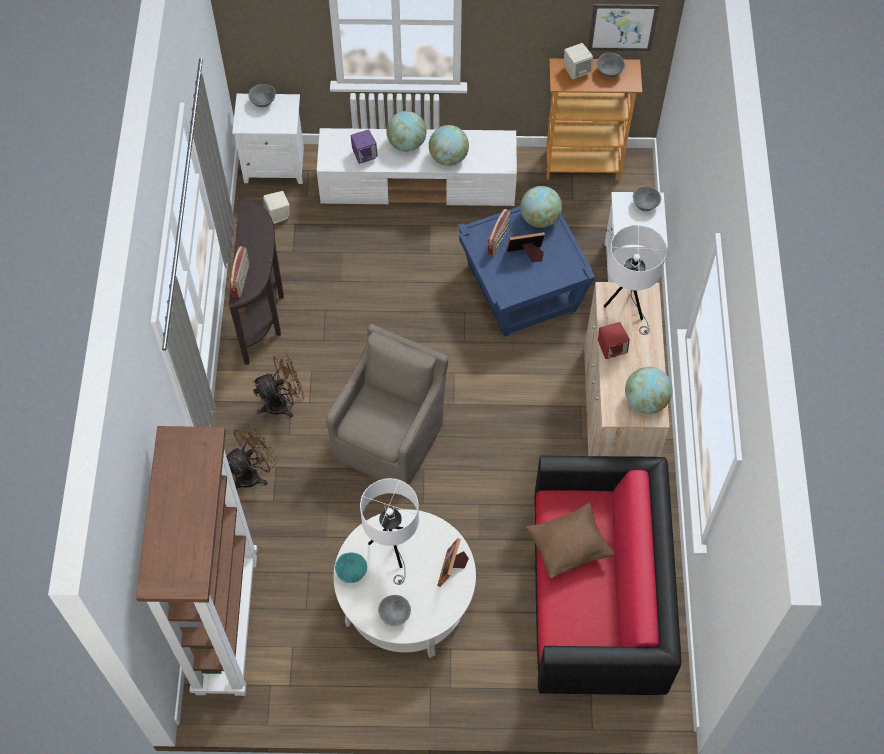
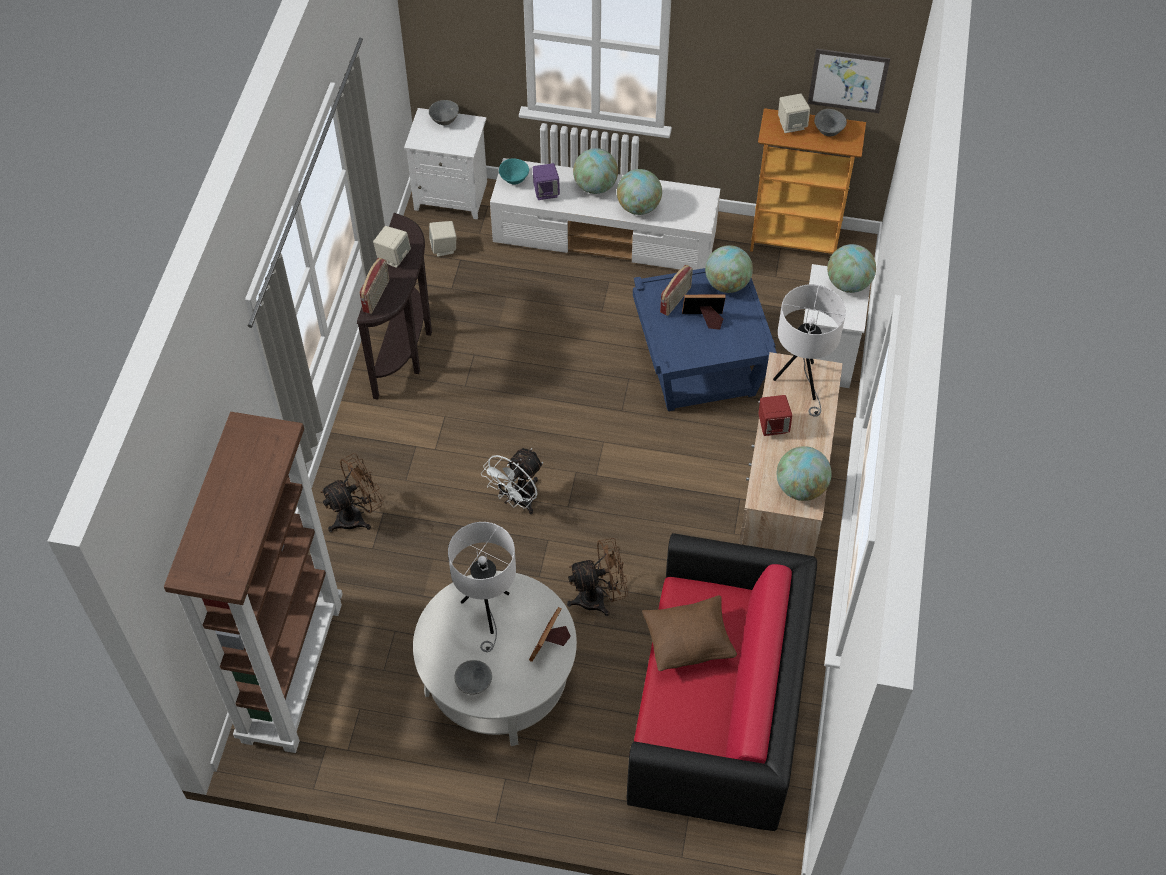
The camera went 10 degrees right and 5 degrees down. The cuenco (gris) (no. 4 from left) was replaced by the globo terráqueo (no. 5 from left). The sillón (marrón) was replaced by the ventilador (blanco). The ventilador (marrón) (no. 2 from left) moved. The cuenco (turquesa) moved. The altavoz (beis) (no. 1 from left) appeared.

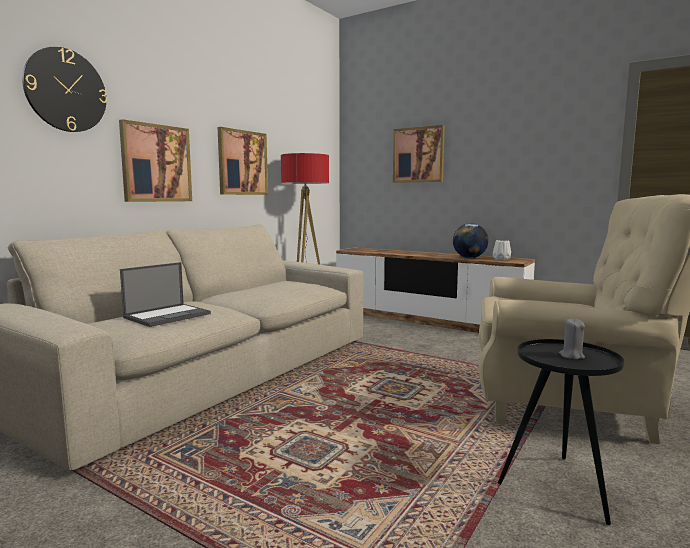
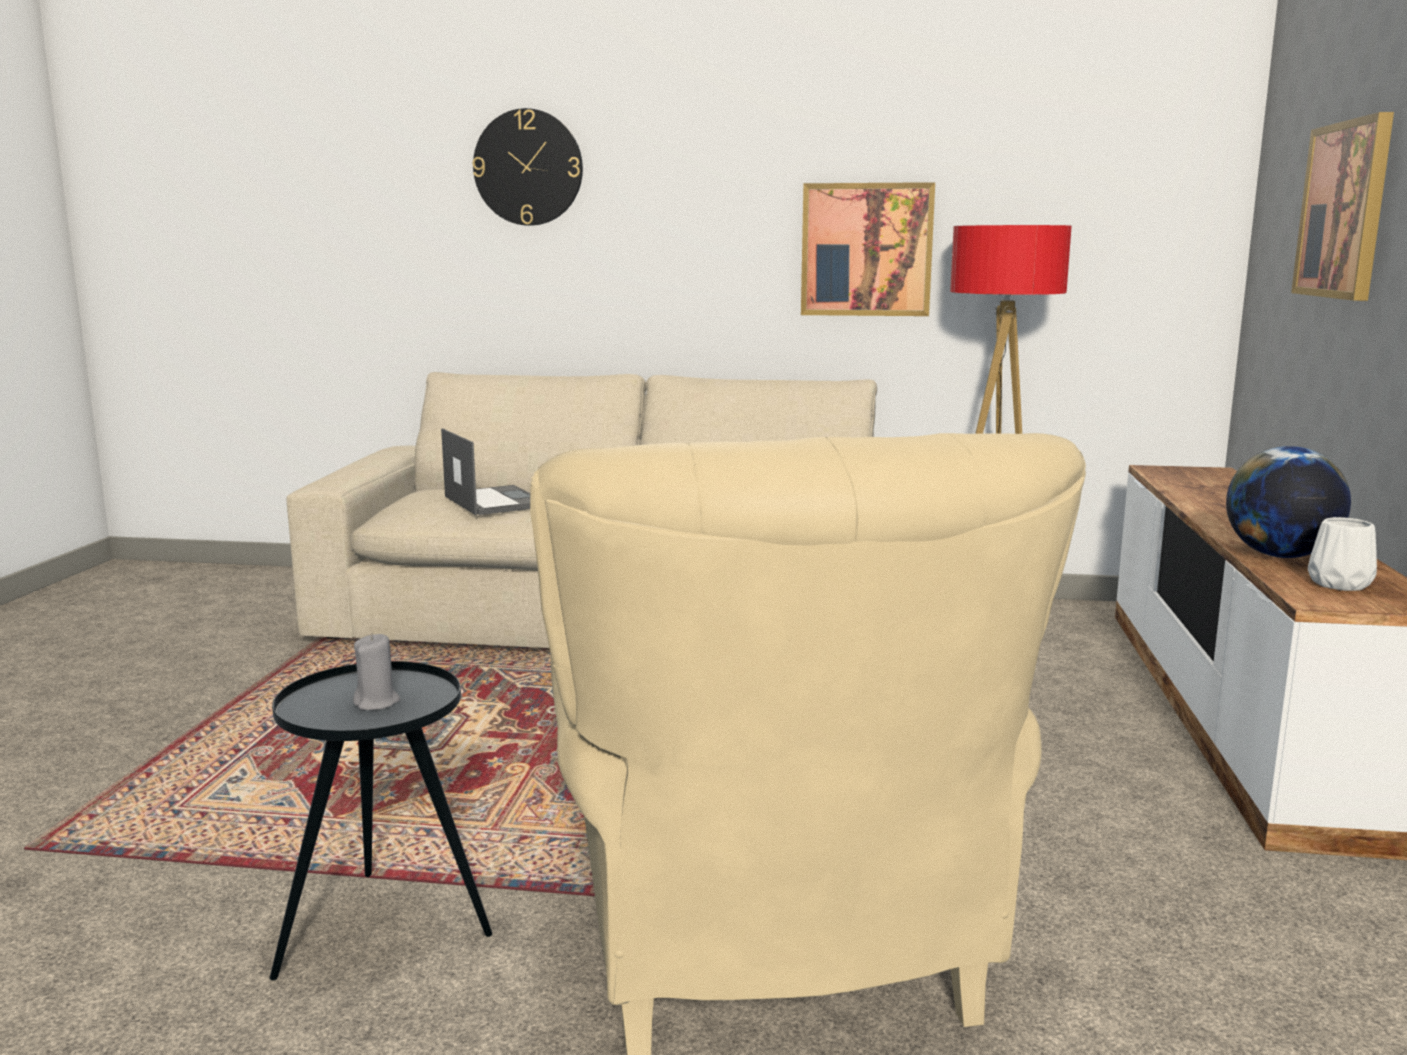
The camera went 65 degrees right and 5 degrees up. The cuadro (no. 1 from left) disappeared. The portátil turned 135 degrees counterclockwise.

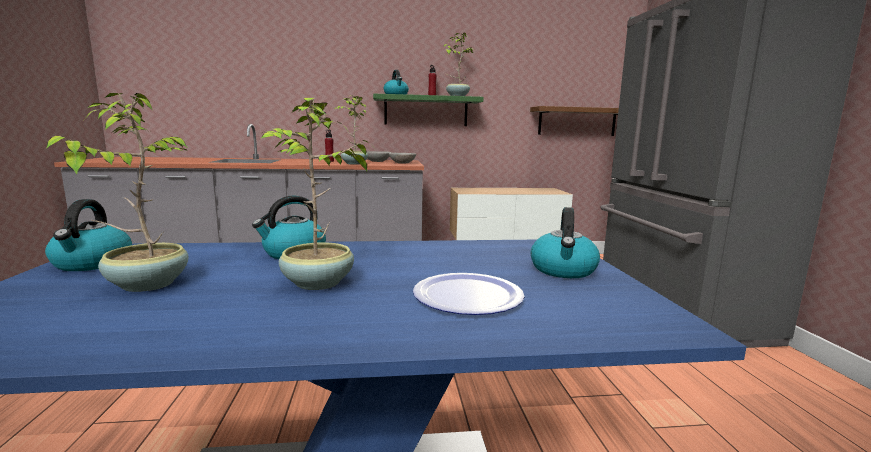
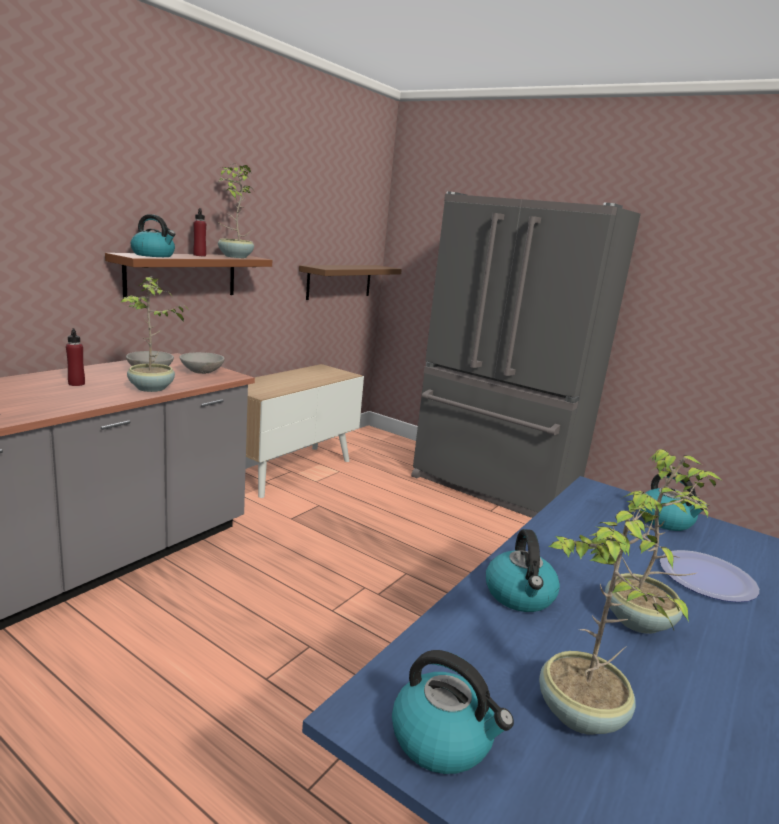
The camera went 50 degrees left and 5 degrees up. The estante (verde) became the estante (marrón) (no. 1 from left).

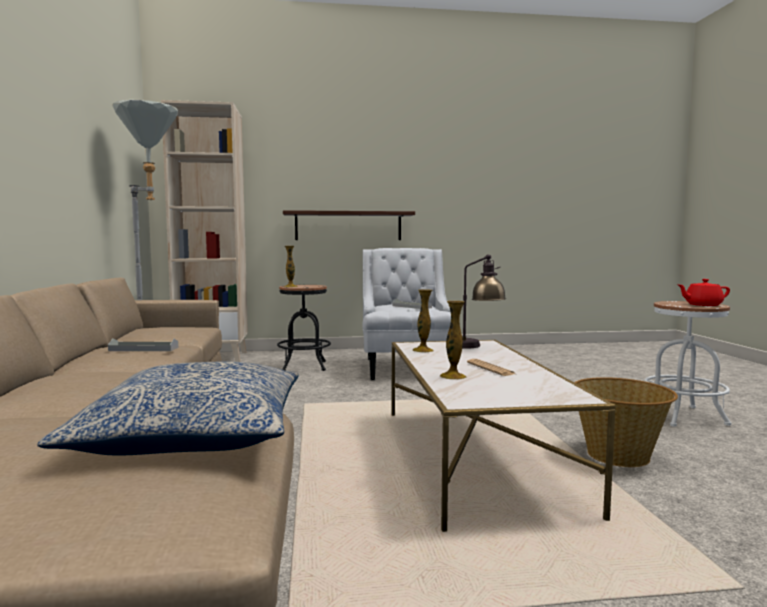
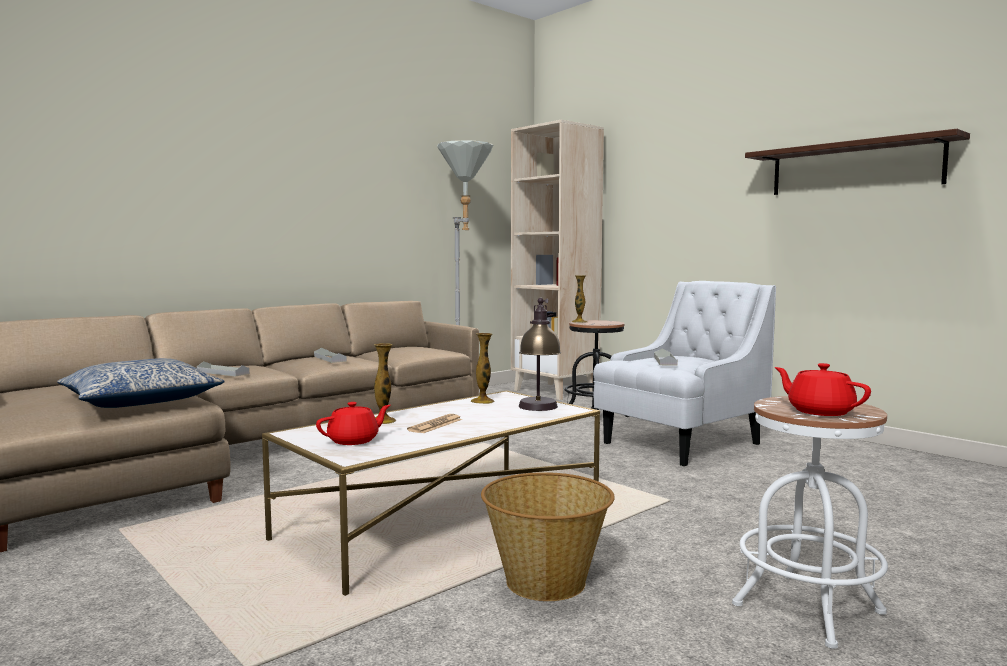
The camera went 55 degrees right and 0 degrees up. The estante moved. The bandeja (gris) (no. 1 from left) appeared. The tetera (rojo) (no. 1 from left) appeared.

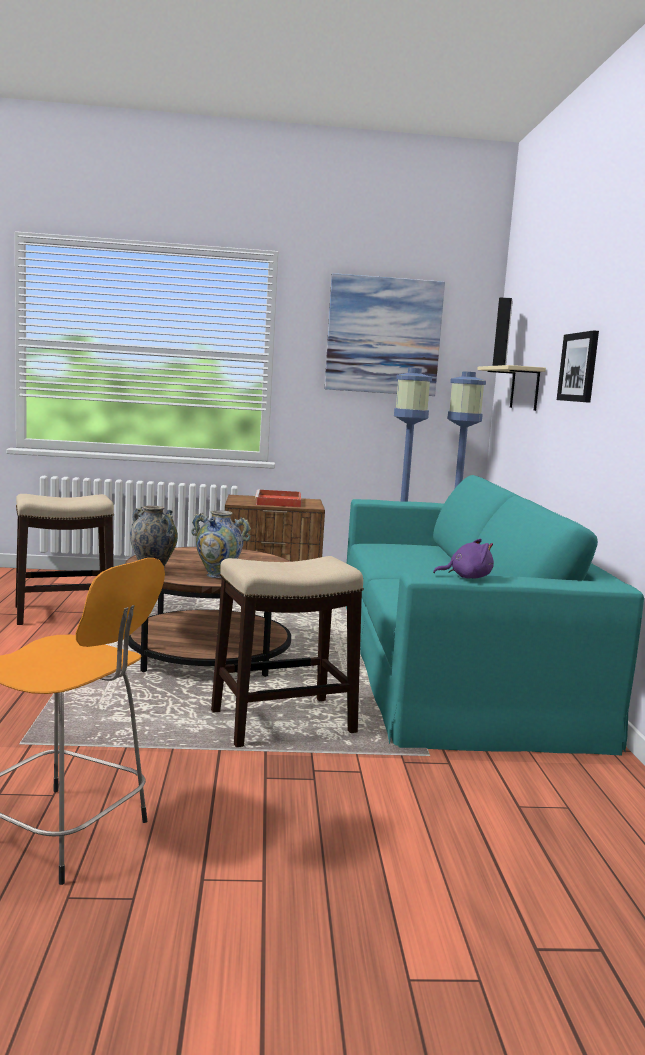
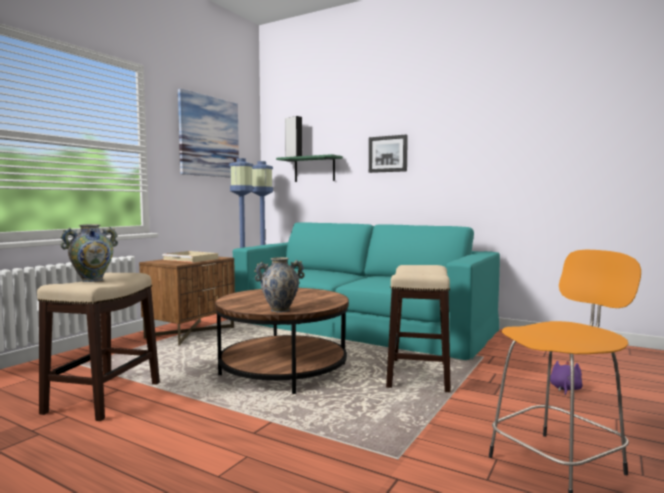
The camera went 55 degrees left and 5 degrees down. The estante (beis) became the estante (verde). The bandeja (rojo) became the bandeja (beis). The florero (no. 2 from left in the first image) moved. The peluche (morado) moved.

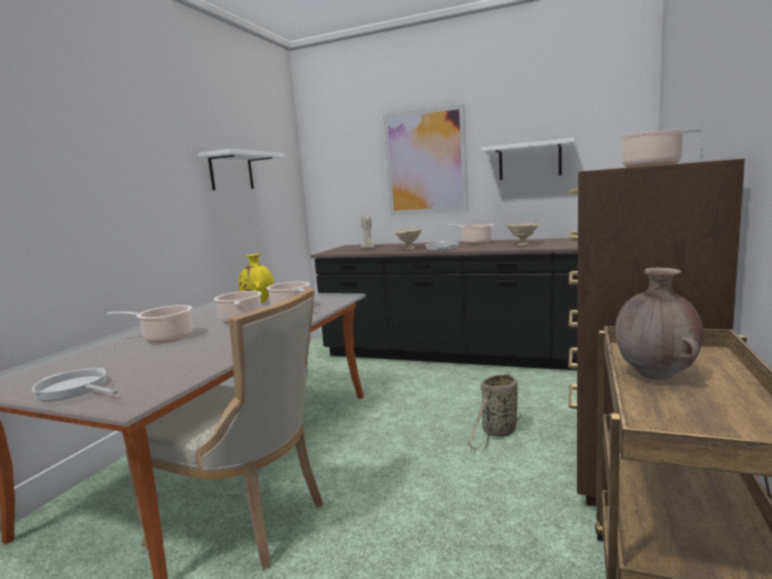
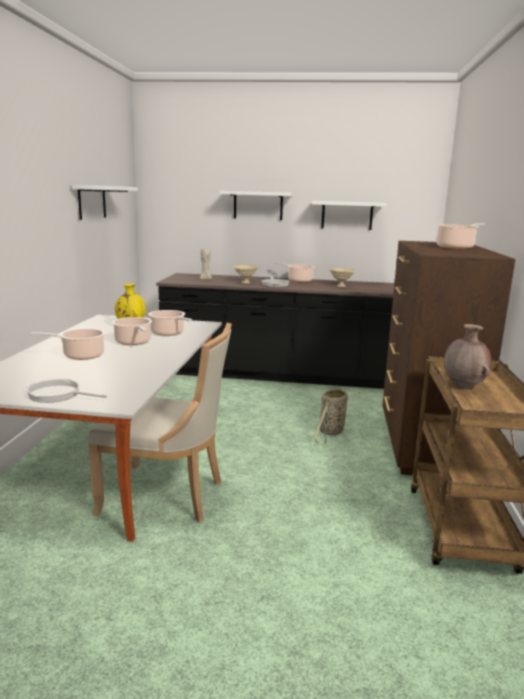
The camera went 15 degrees left and 5 degrees up. The cuadro was replaced by the estante (blanco) (no. 2 from left).

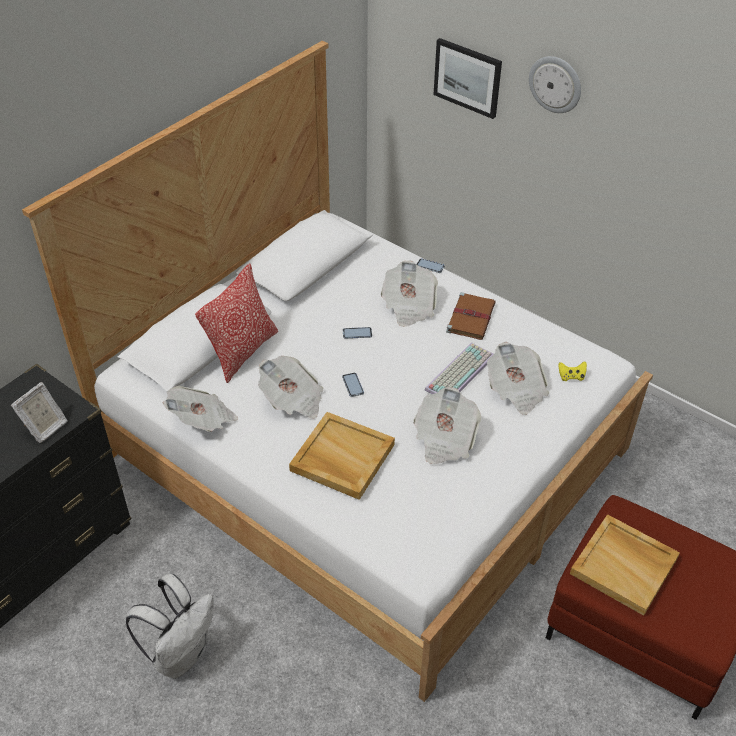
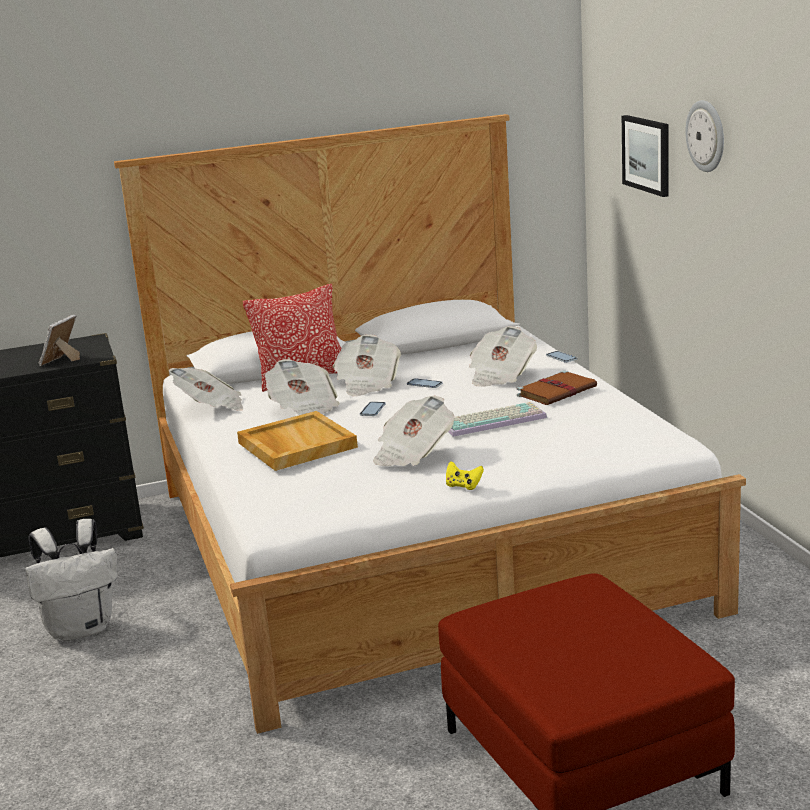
The camera went 35 degrees right and 25 degrees down. The periódico (no. 5 from left in the first image) moved. The mando de consola (amarillo) moved. The portarretratos turned 135 degrees clockwise. The bandeja (beis) (no. 2 from left) disappeared.

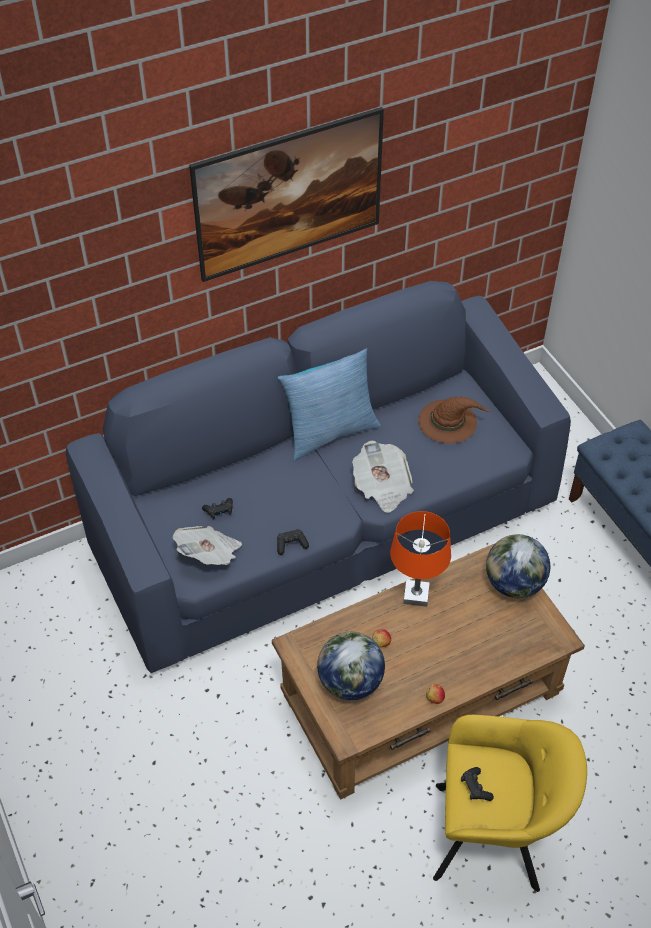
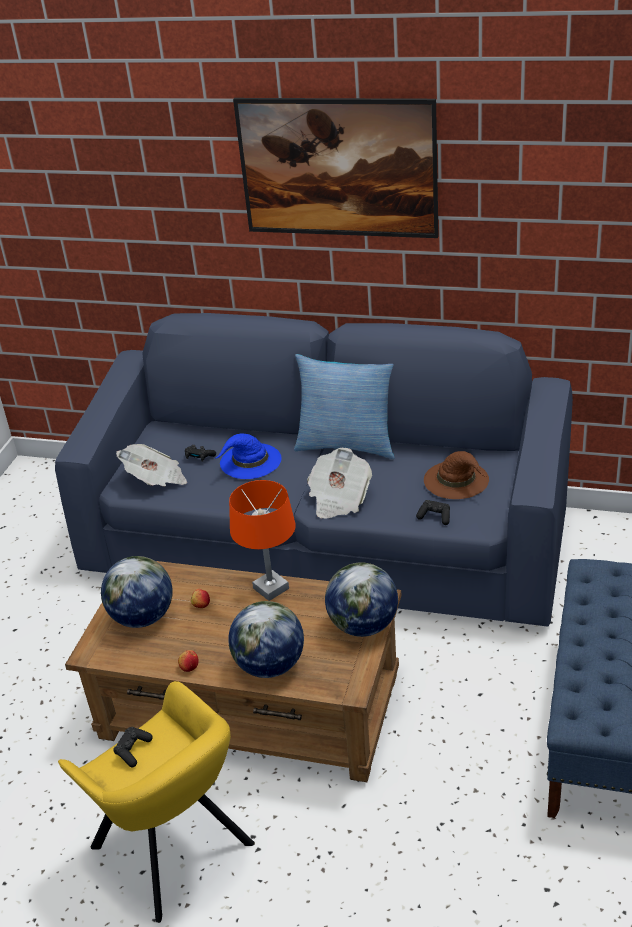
The camera went 45 degrees right and 15 degrees down. The mando de consola (negro) (no. 2 from left in the first image) moved. The sombrero (azul) appeared. The globo terráqueo (no. 2 from left) appeared.

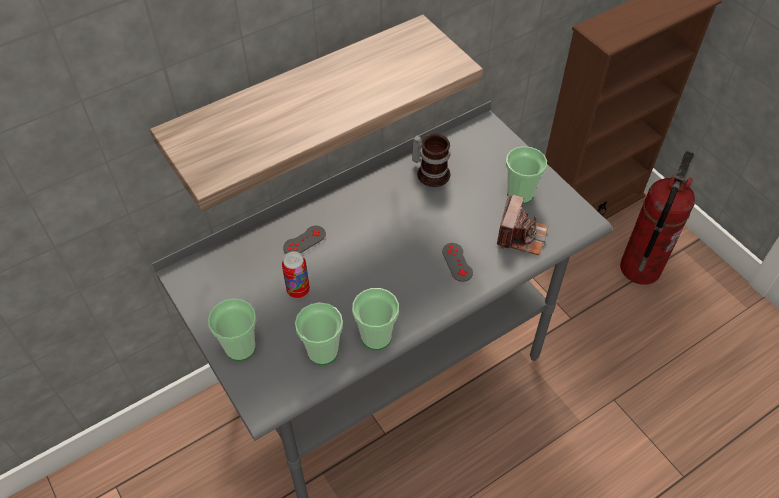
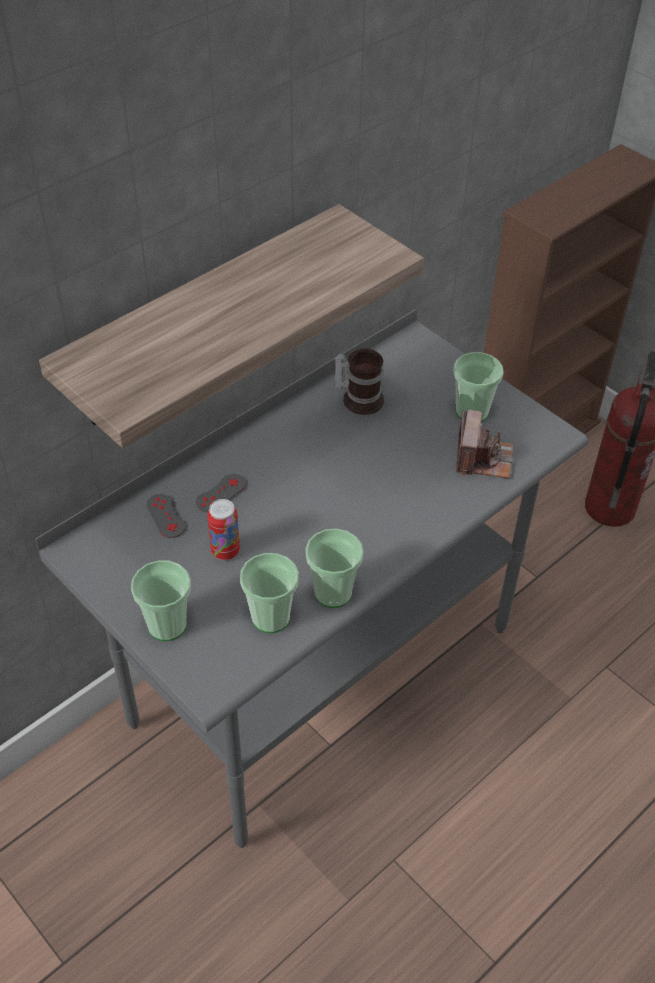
The camera went 10 degrees left and 5 degrees down. The mando de consola (gris) (no. 2 from left in the first image) moved.

